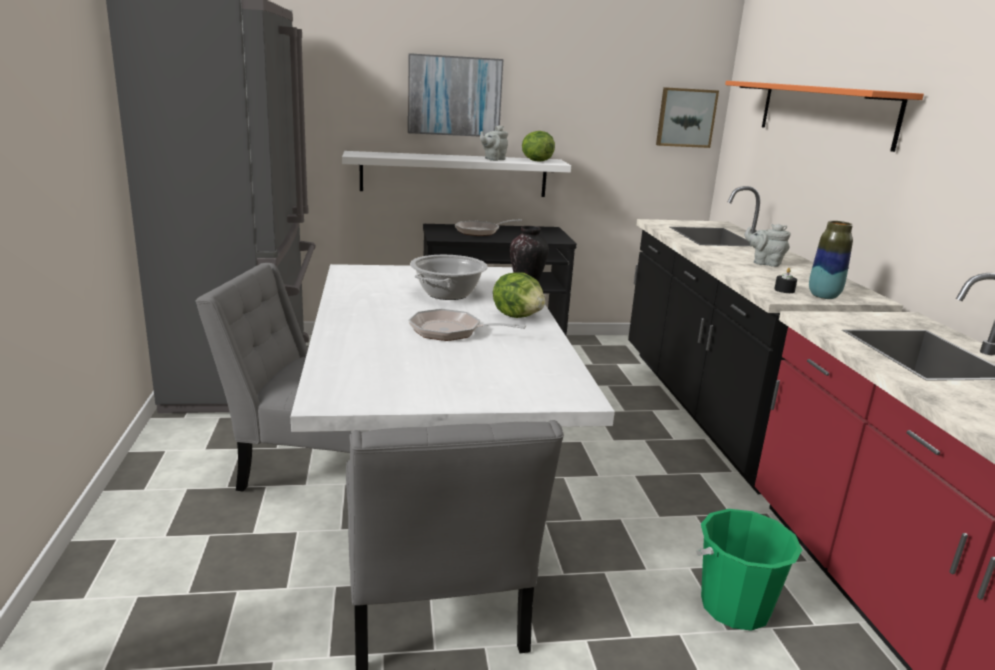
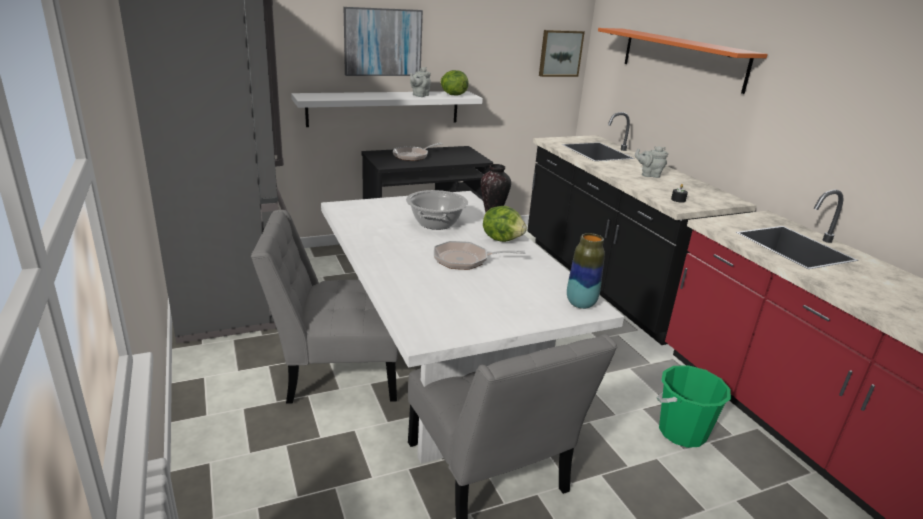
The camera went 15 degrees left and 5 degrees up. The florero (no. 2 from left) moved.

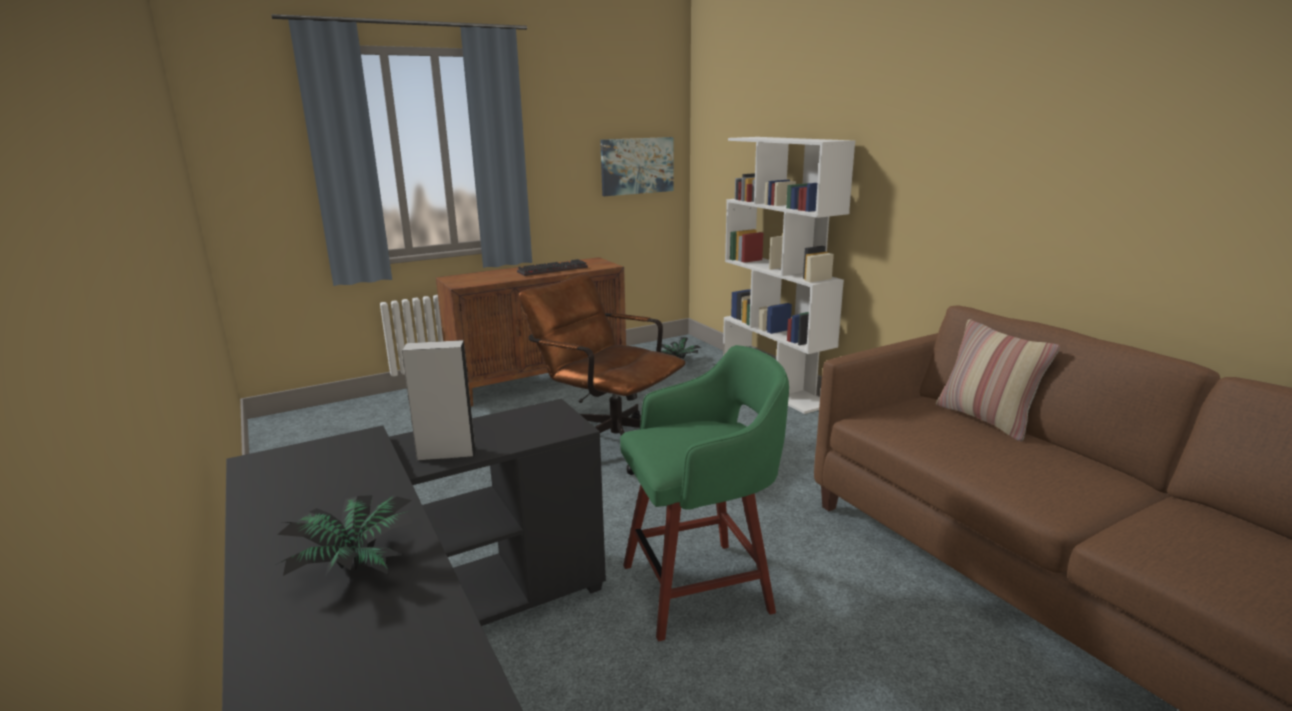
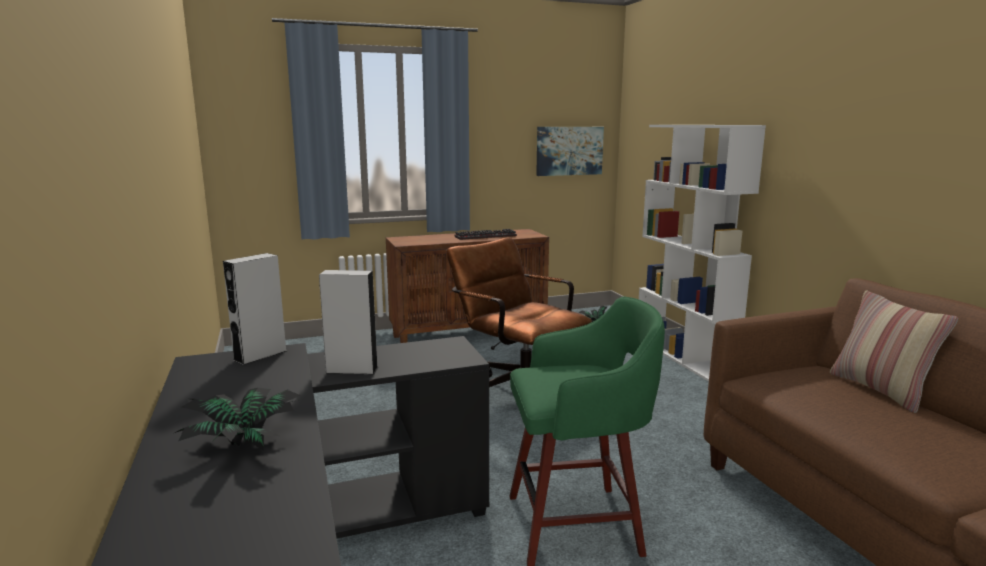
The camera went 10 degrees right and 5 degrees down. The altavoz (gris) (no. 1 from left) appeared.

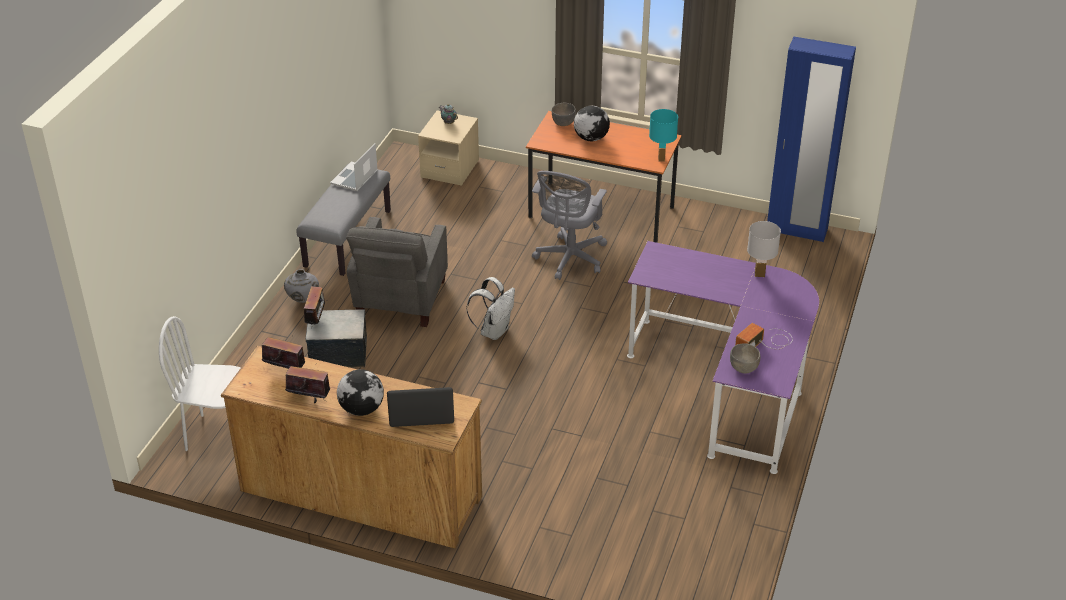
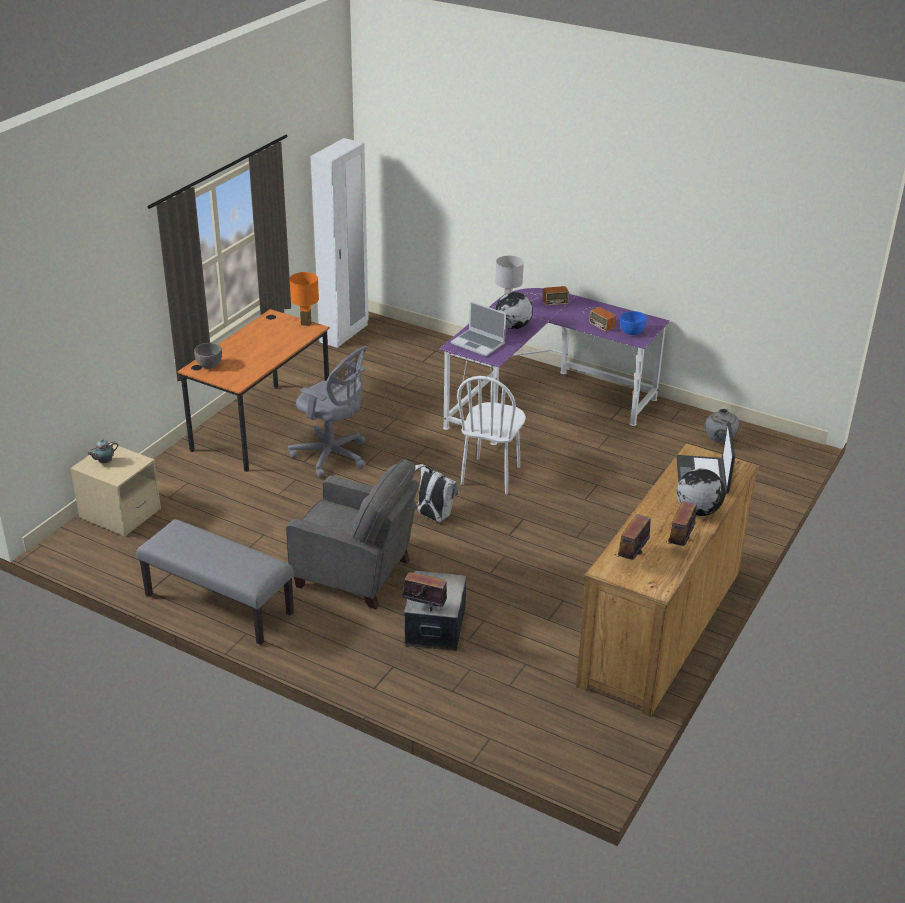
The camera went 80 degrees left and 5 degrees down. The armario ropero (azul) became the armario ropero (blanco). The globo terráqueo (no. 2 from left in the first image) moved. The lámpara de mesa (turquesa) became the lámpara de mesa (naranja). The portátil (no. 1 from left) moved. The florero (gris) moved. The silla (blanco) moved. The cuenco (gris) (no. 2 from left) became the cuenco (azul). The radio (no. 2 from left) appeared.

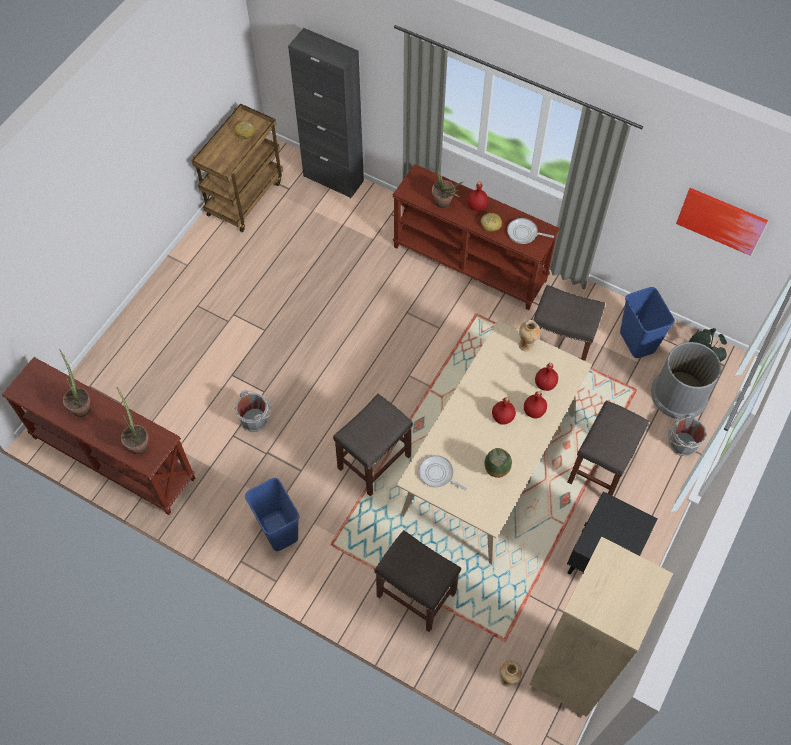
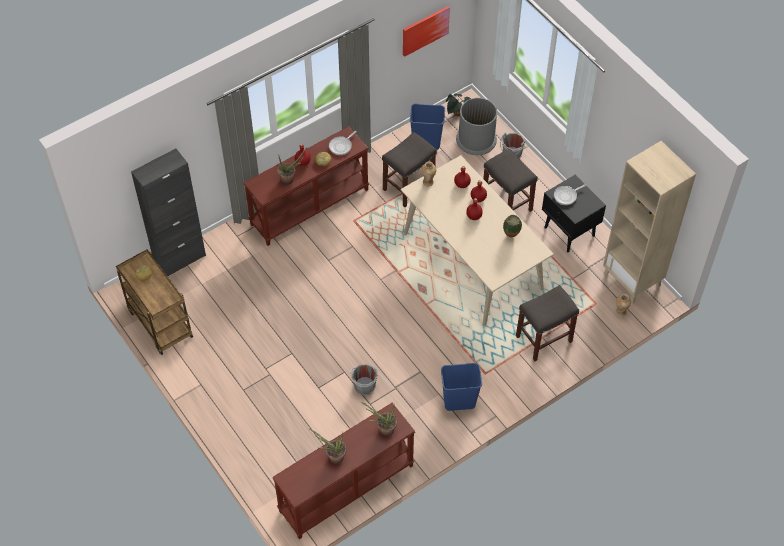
The camera went 65 degrees left and 5 degrees down. The taburete (gris) (no. 1 from left) disappeared. The sartén (no. 1 from left in the first image) moved.

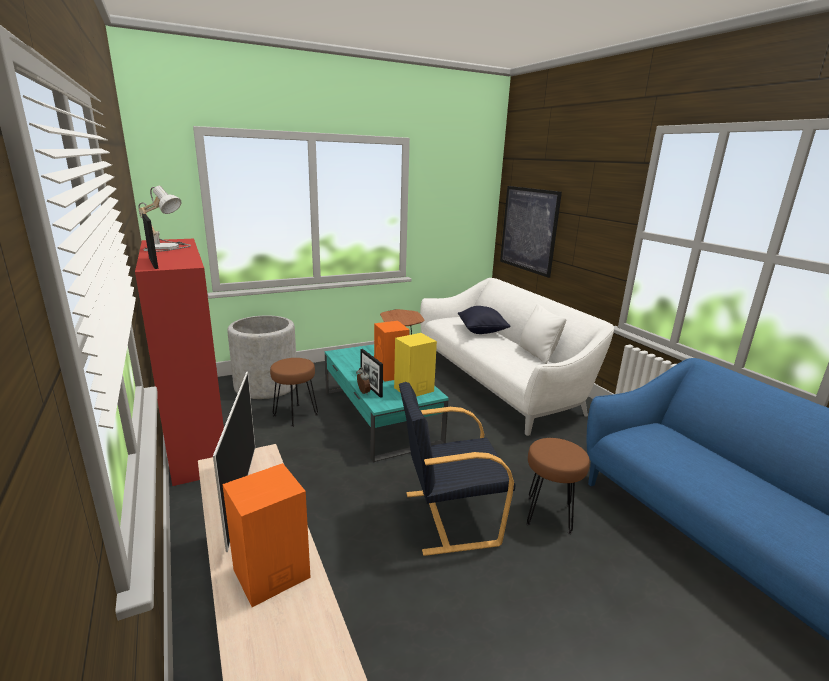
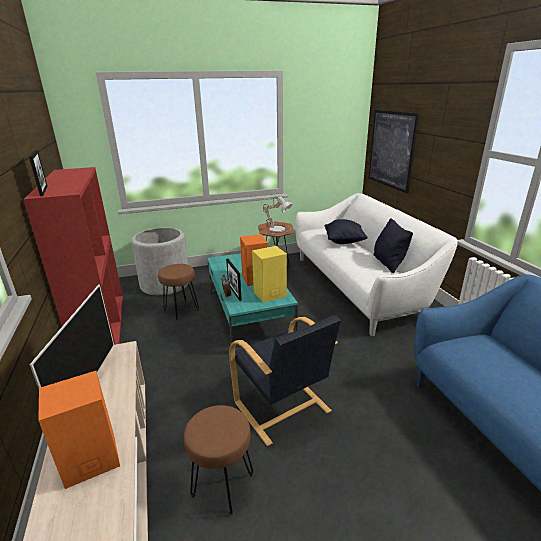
The camera went 10 degrees right and 5 degrees up. The lámpara de mesa moved. The cojín (blanco) became the cojín (negro) (no. 2 from left). The sillón (negro) turned 120 degrees counterclockwise. The taburete (marrón) (no. 2 from left) moved.

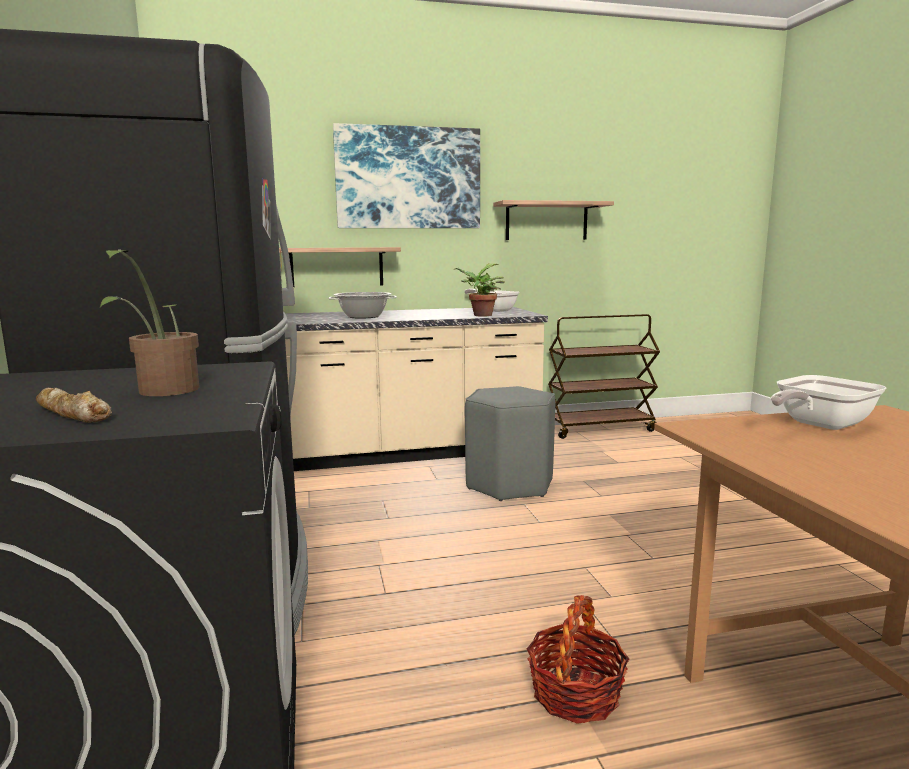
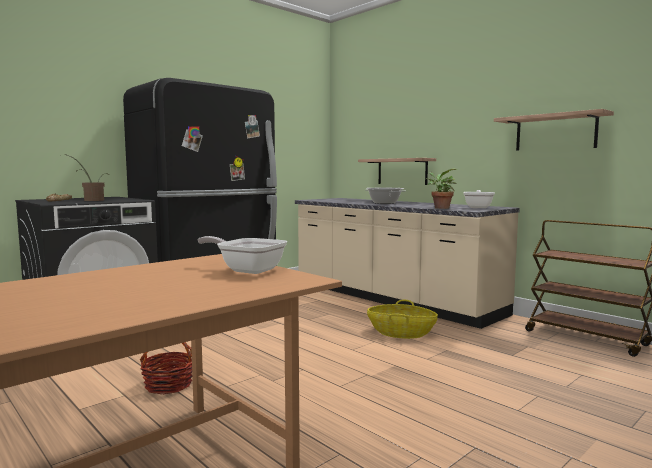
The camera went 60 degrees right and 5 degrees down. The cuadro disappeared. The taburete (gris) was replaced by the cesta (no. 2 from left).

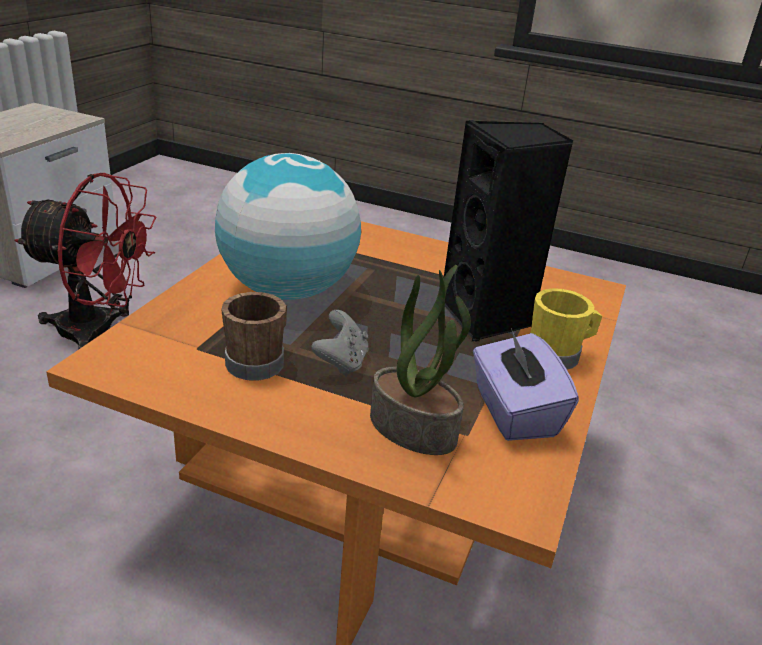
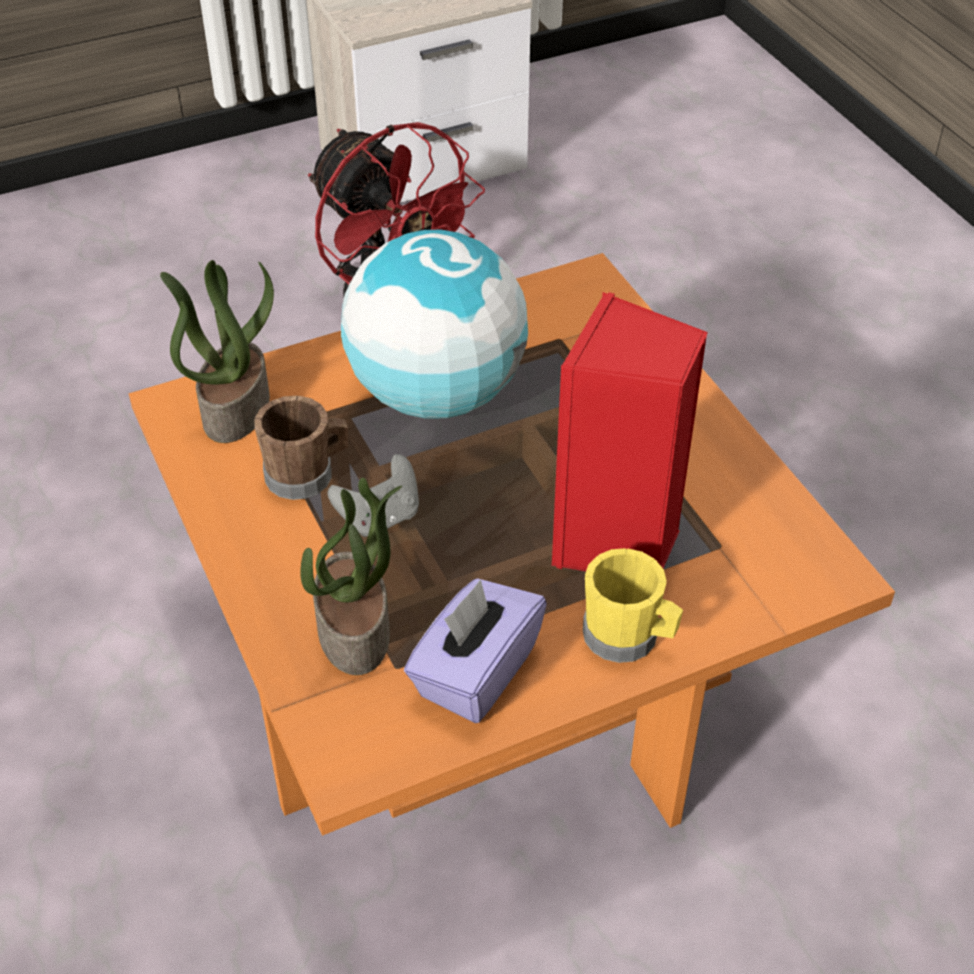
The camera went 45 degrees right and 15 degrees up. The altavoz (negro) became the altavoz (rojo). The planta en maceta (no. 1 from left) appeared.

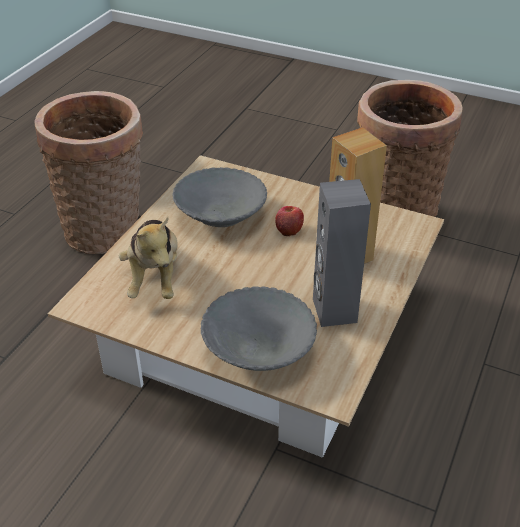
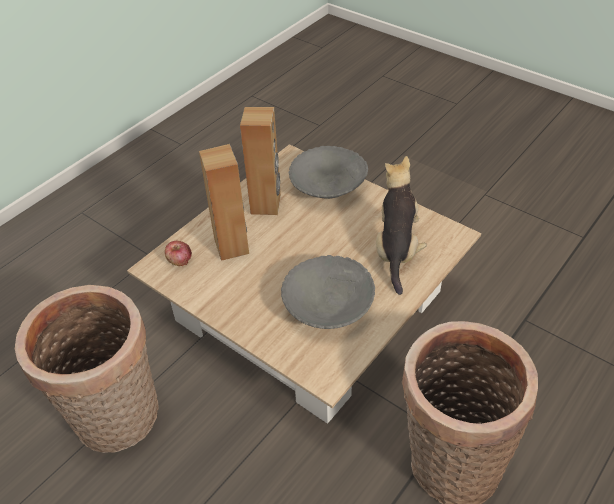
The camera went 165 degrees left and 5 degrees up. The altavoz (gris) became the altavoz (marrón) (no. 2 from left). The manzana moved.

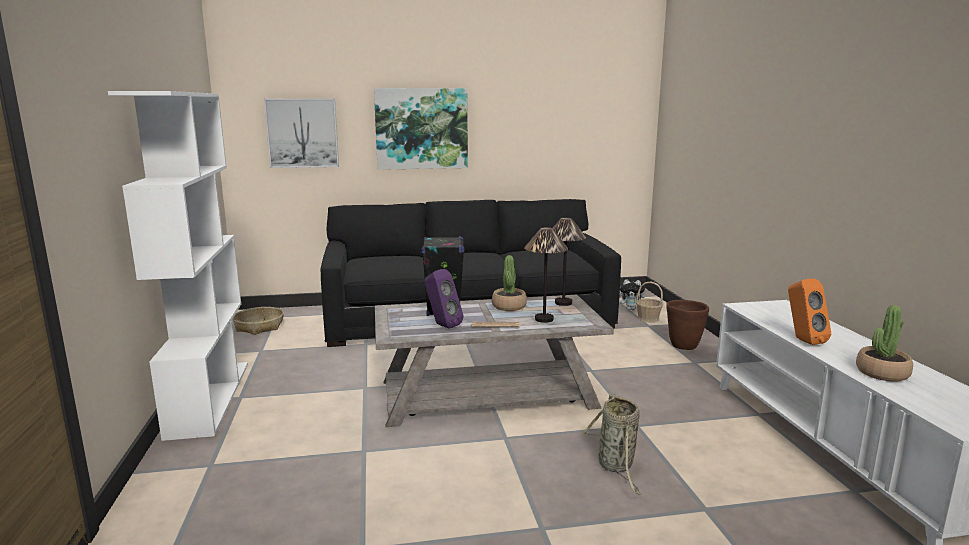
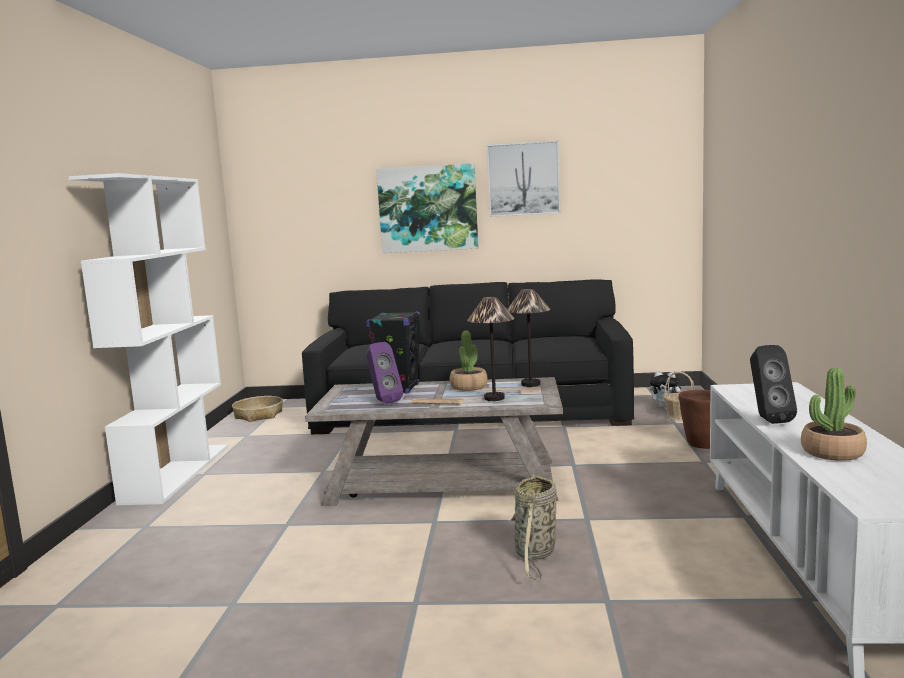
The camera went 15 degrees right and 5 degrees down. The cuadro (no. 1 from left in the first image) moved. The altavoz (naranja) became the altavoz (negro) (no. 2 from left).

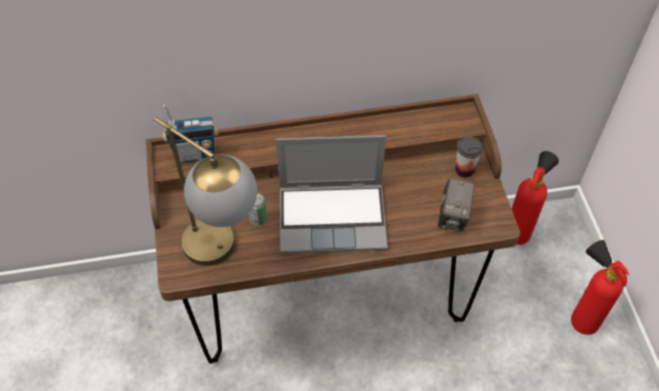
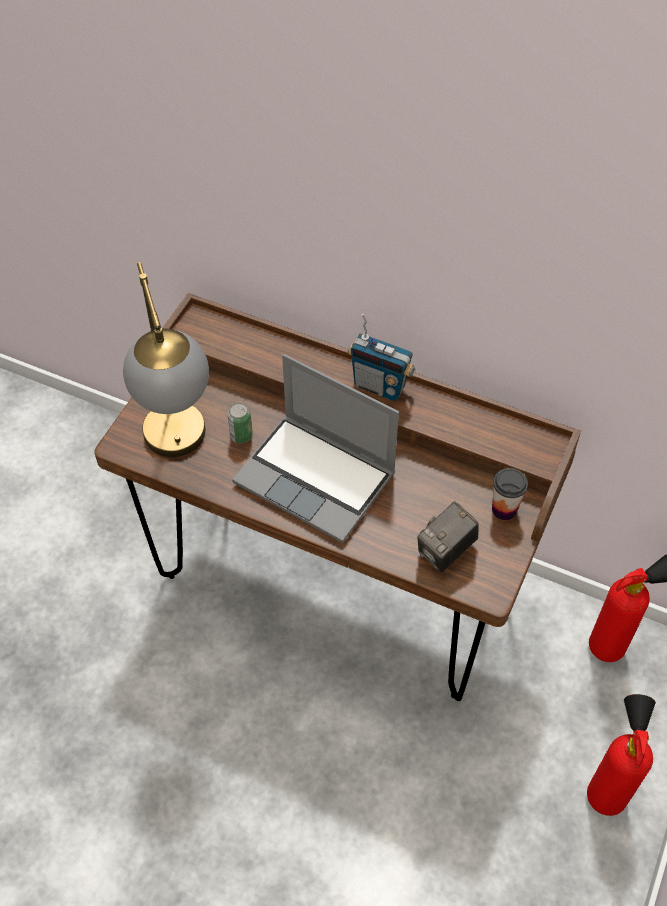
The camera went 35 degrees right and 0 degrees up. The radio moved.

